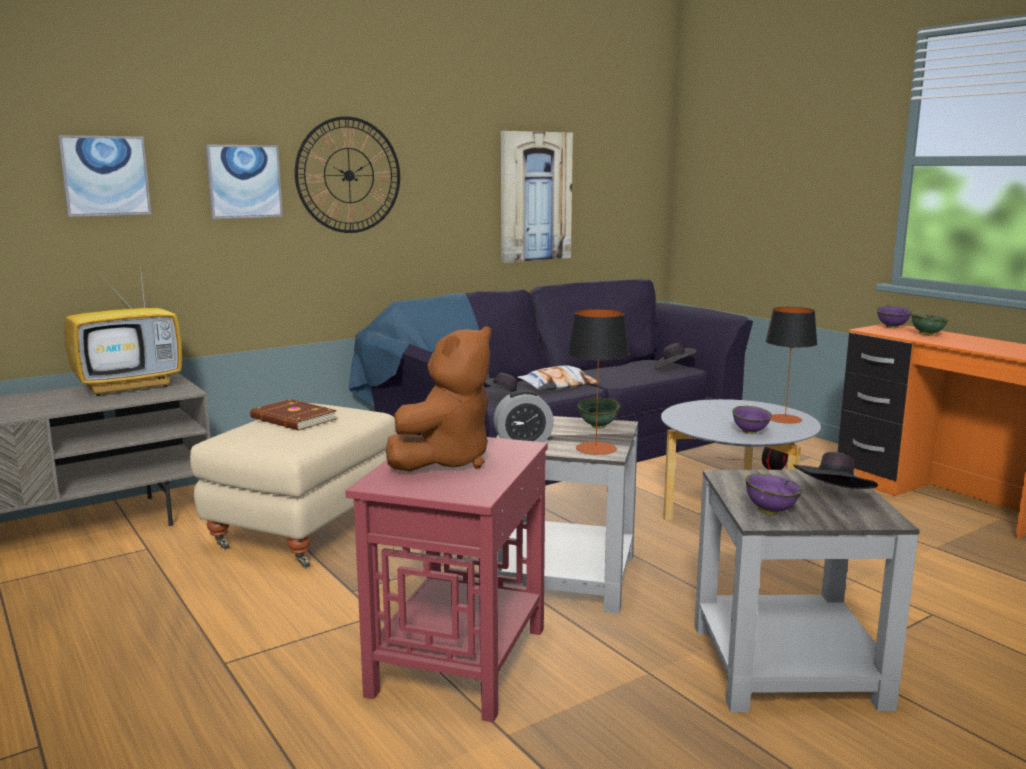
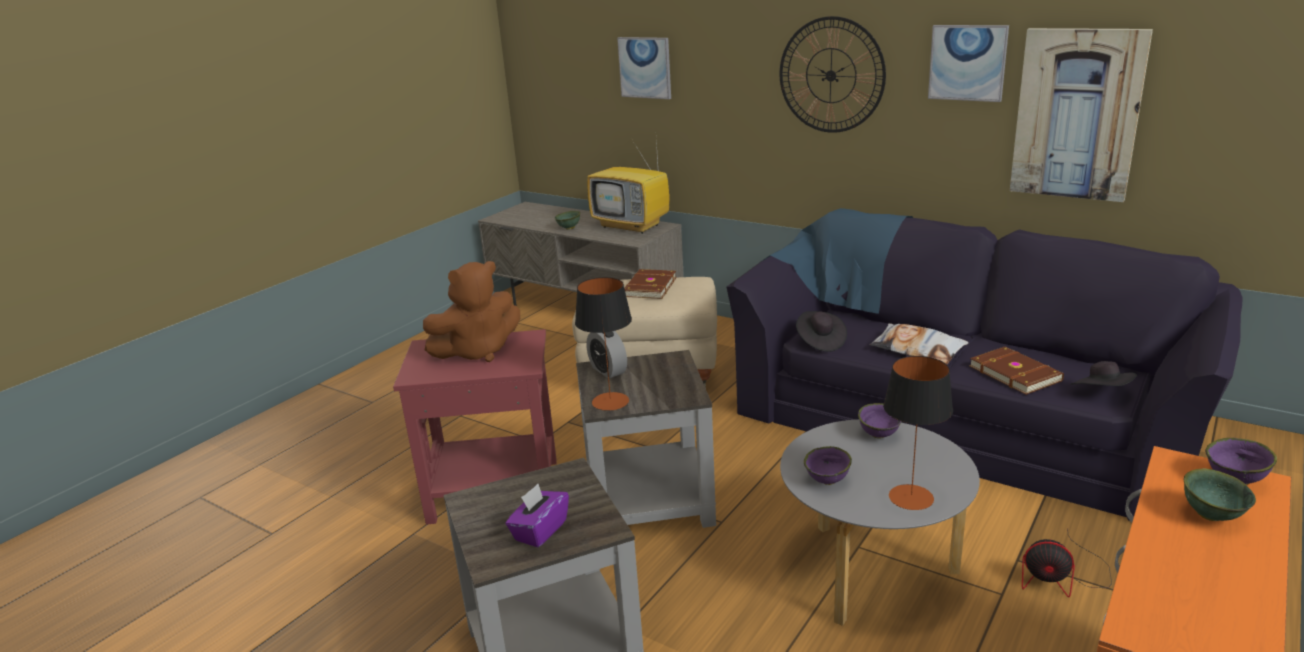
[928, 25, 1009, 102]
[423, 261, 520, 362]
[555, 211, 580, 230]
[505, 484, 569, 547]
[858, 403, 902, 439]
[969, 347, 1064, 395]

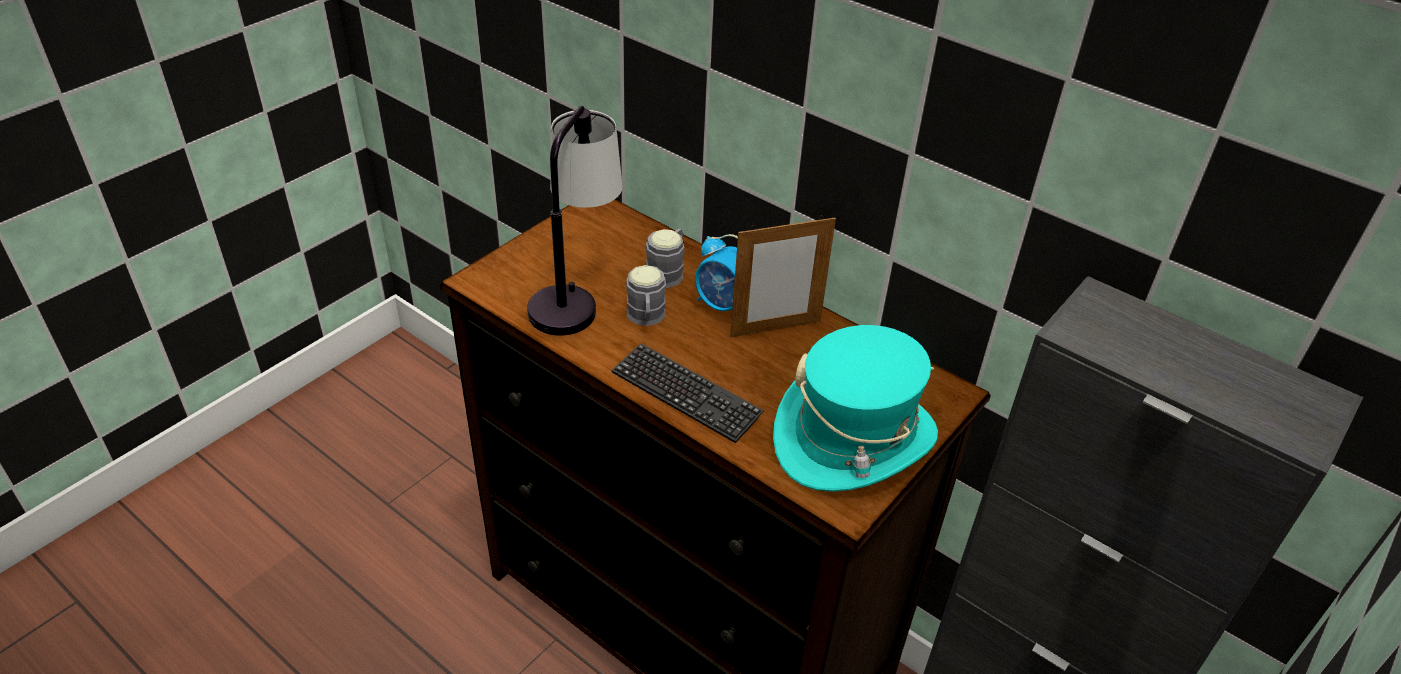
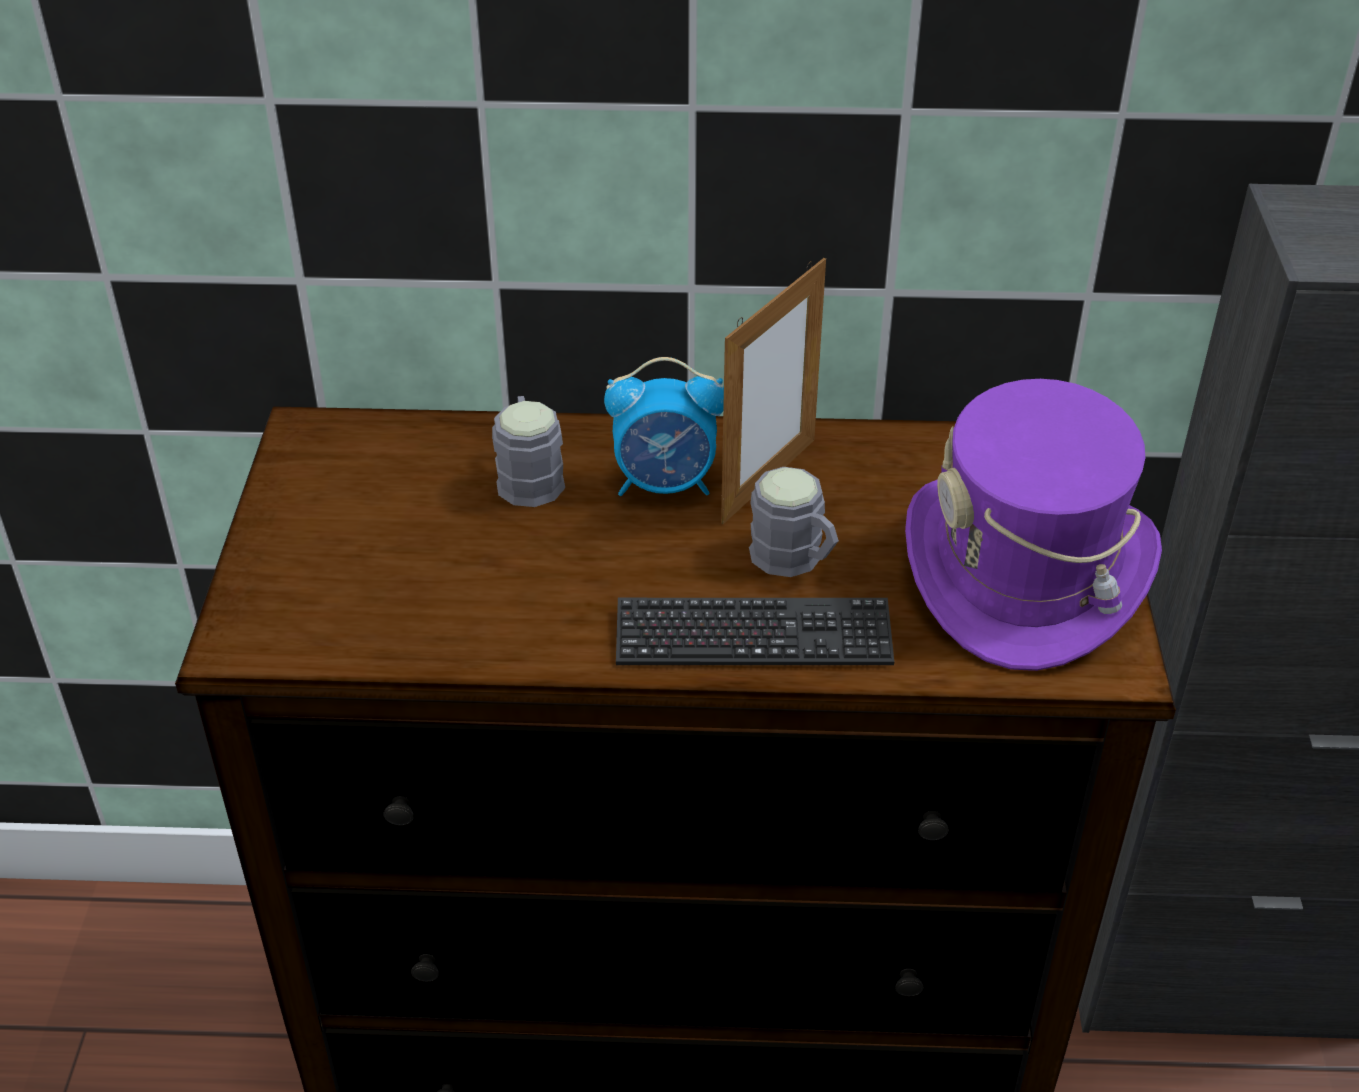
[527, 106, 623, 336] (first image)
[749, 467, 839, 577]
[905, 379, 1162, 671]

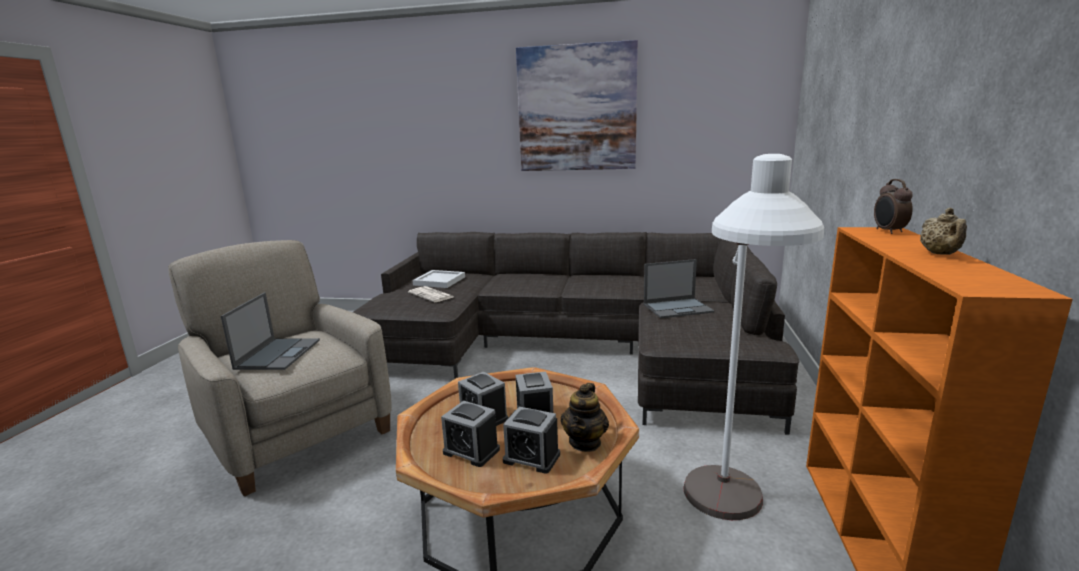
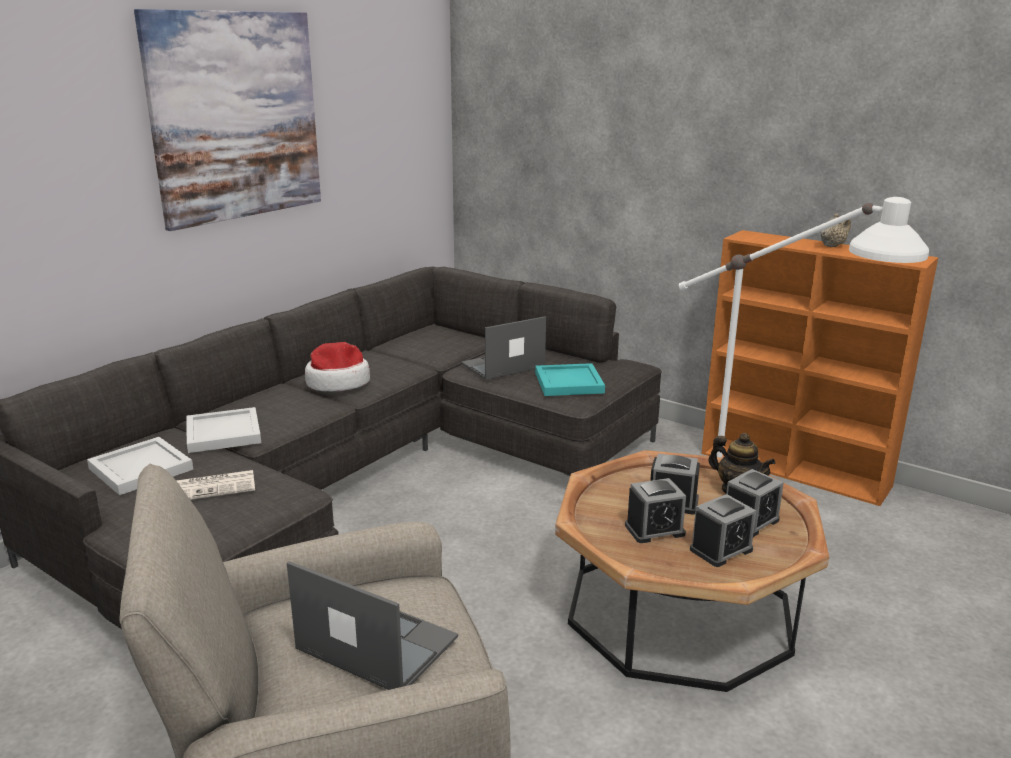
[874, 179, 913, 234] (first image)
[820, 213, 851, 247]
[461, 316, 546, 380]
[305, 342, 370, 391]
[535, 363, 605, 396]
[186, 407, 261, 453]

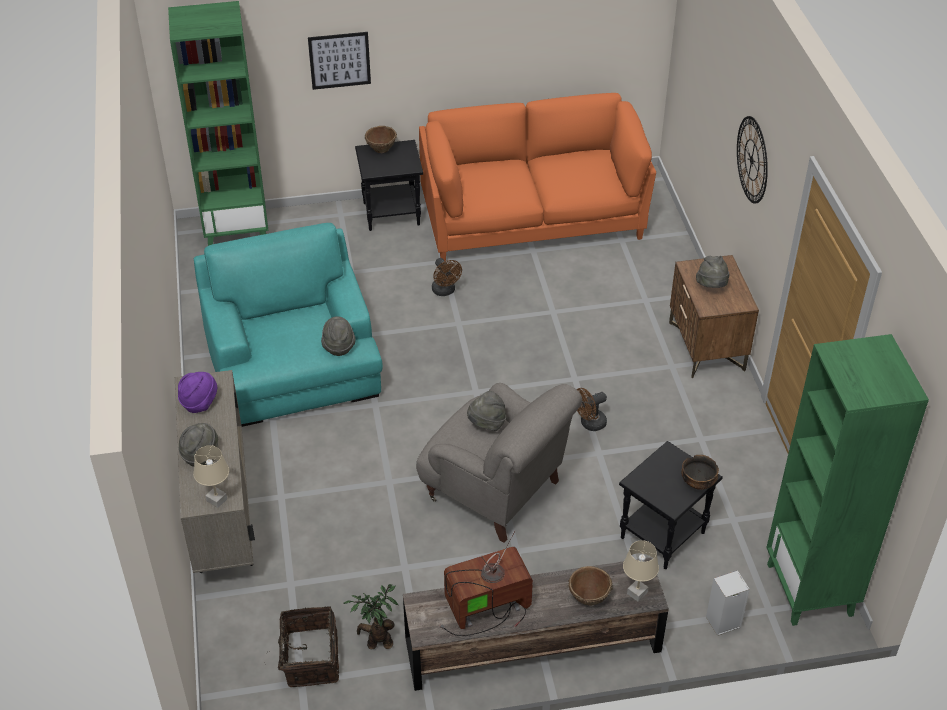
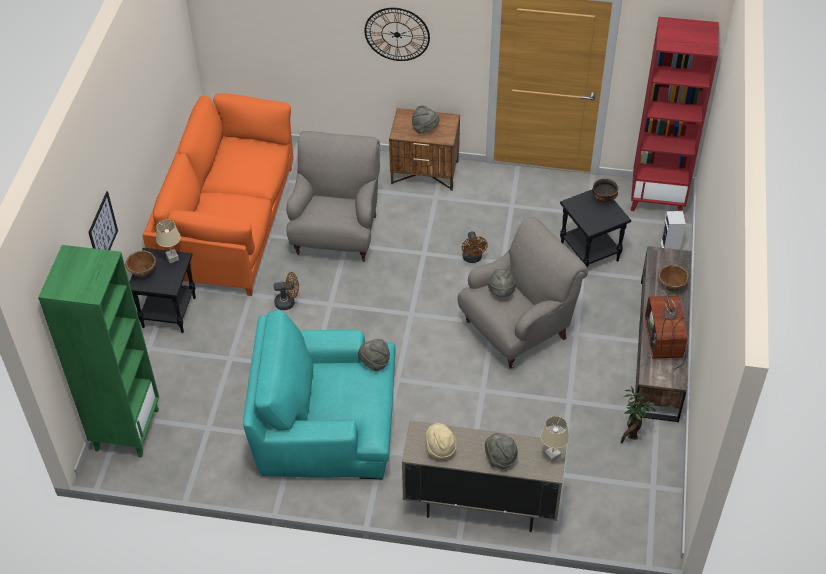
[631, 17, 719, 211]
[425, 423, 457, 460]
[156, 219, 181, 263]
[266, 606, 339, 687] (first image)
[286, 131, 380, 262]

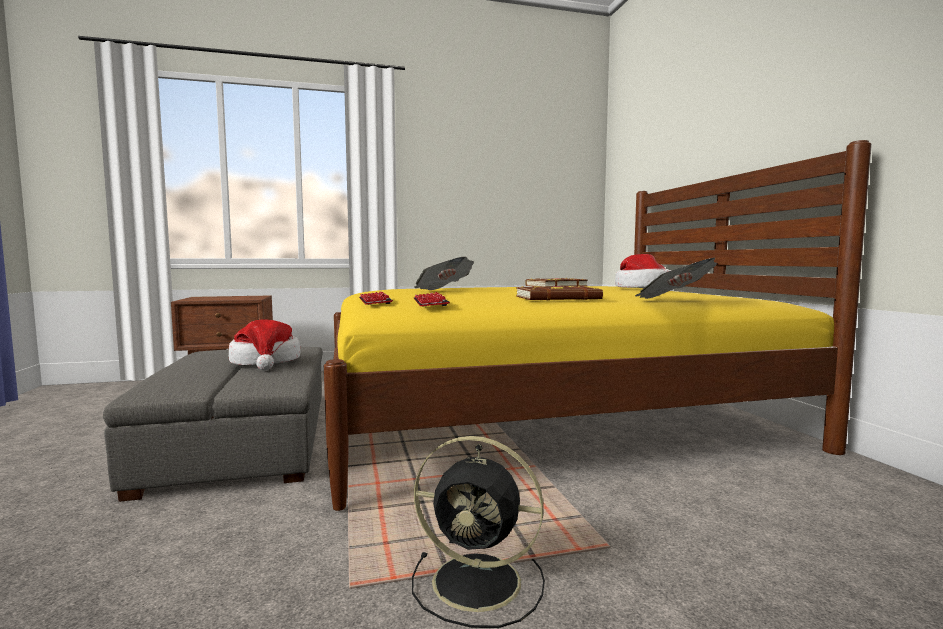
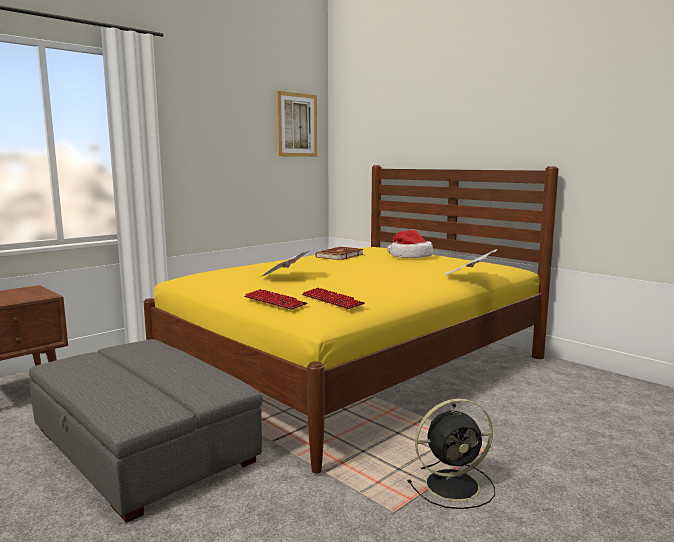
[516, 286, 603, 300] (first image)
[229, 319, 300, 371] (first image)
[277, 91, 317, 157]

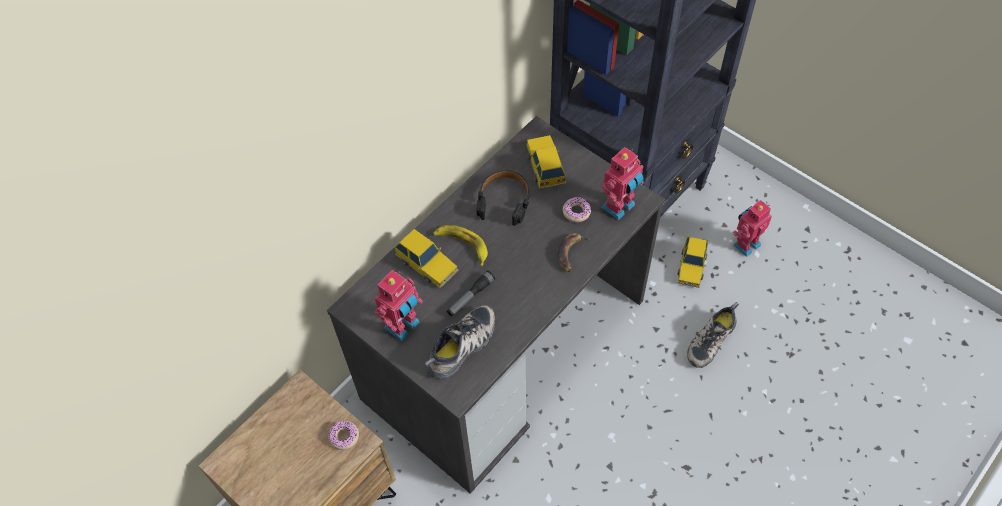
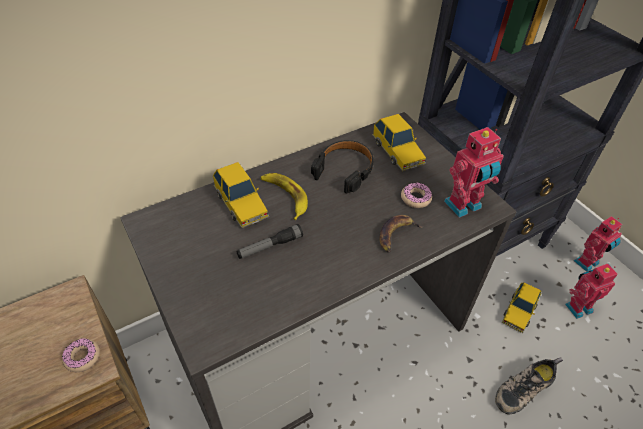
[372, 114, 426, 171]
[573, 216, 622, 272]
[425, 305, 495, 379] (first image)

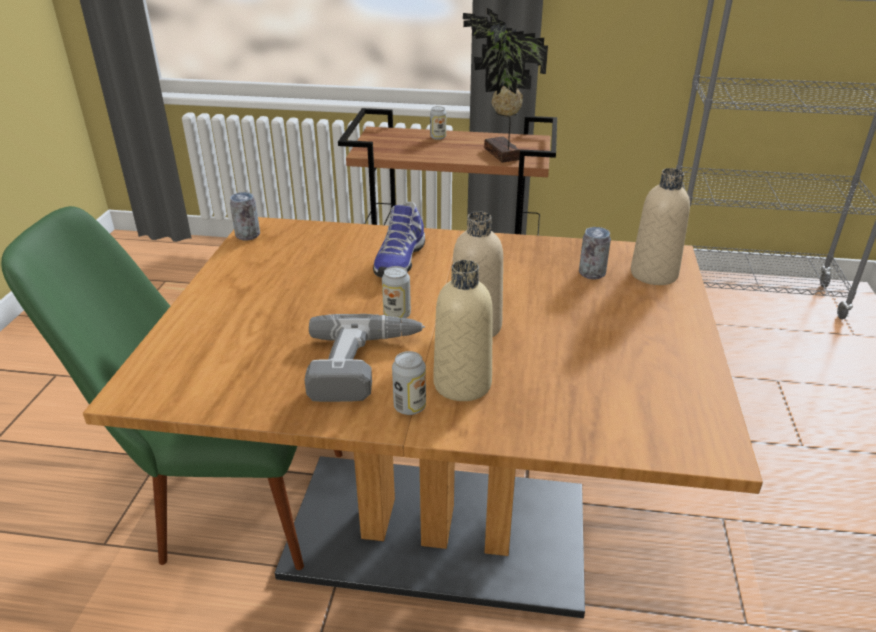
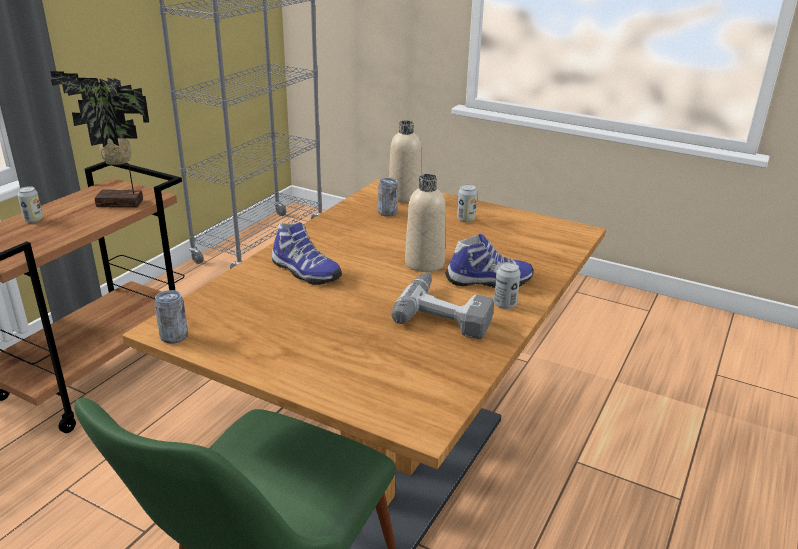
[445, 234, 533, 288]
[457, 184, 478, 222]

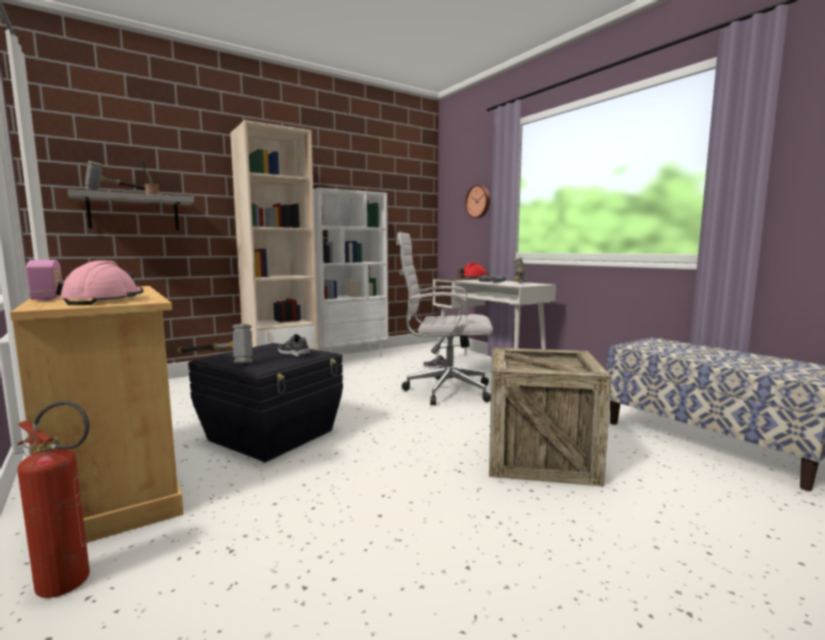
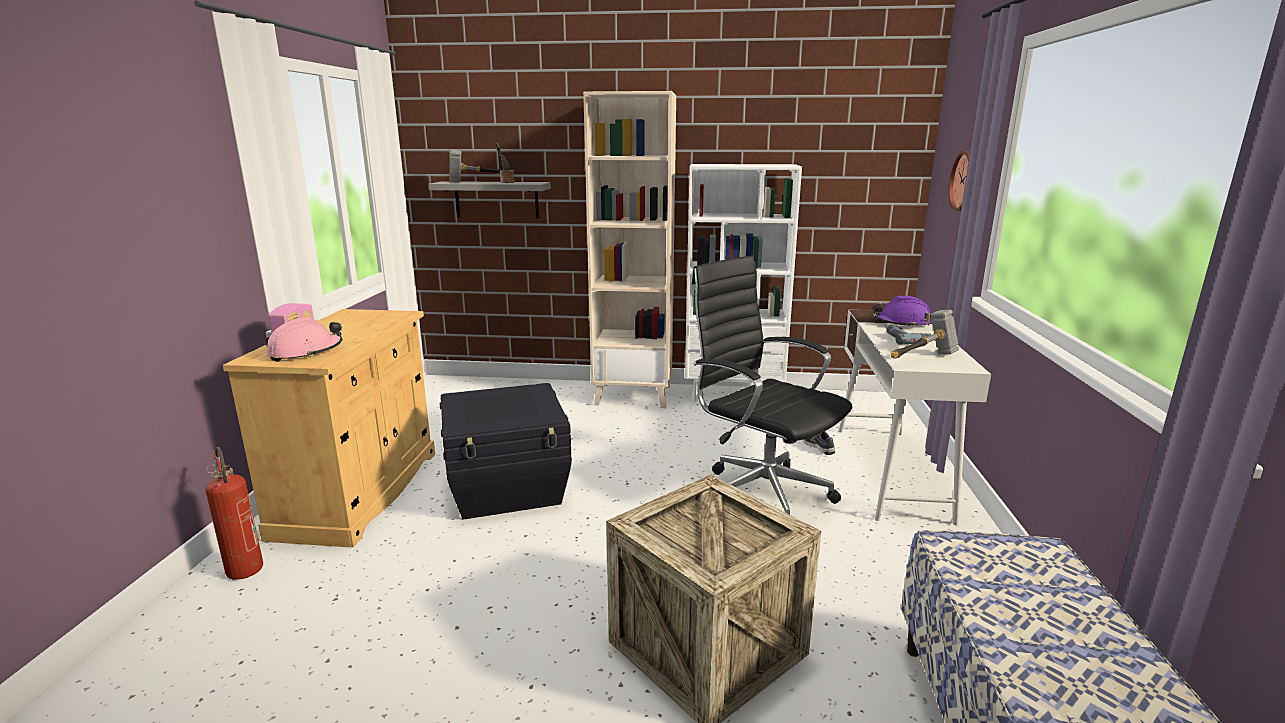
[692, 255, 852, 515]
[873, 296, 932, 328]
[177, 324, 253, 364] (first image)
[278, 334, 311, 357] (first image)

